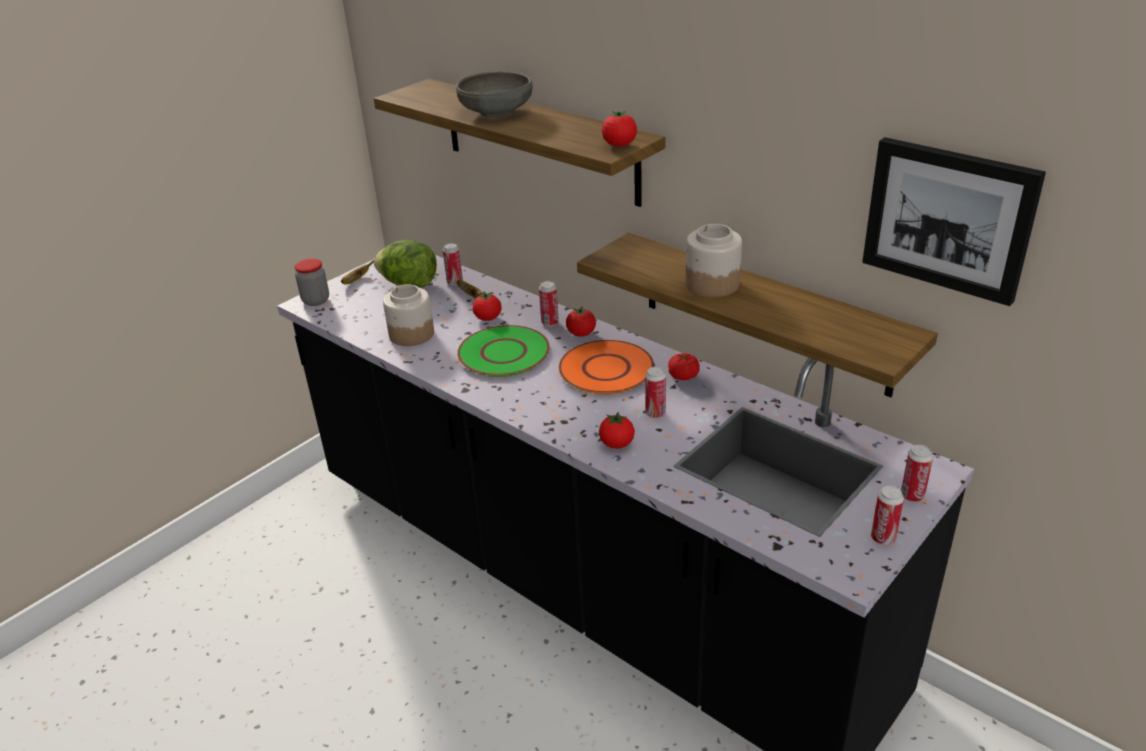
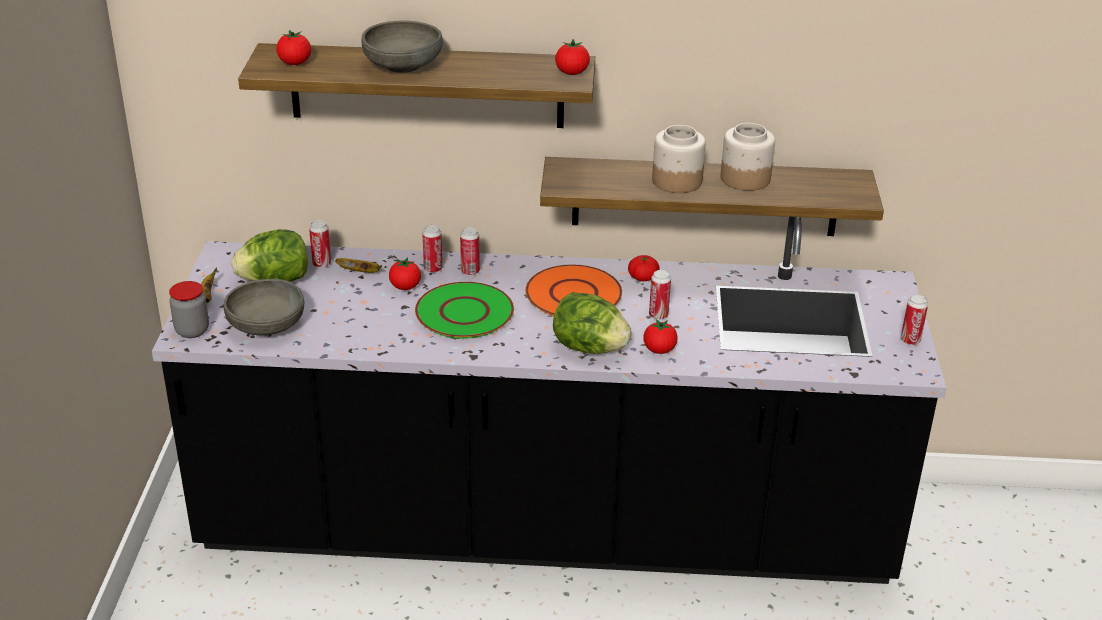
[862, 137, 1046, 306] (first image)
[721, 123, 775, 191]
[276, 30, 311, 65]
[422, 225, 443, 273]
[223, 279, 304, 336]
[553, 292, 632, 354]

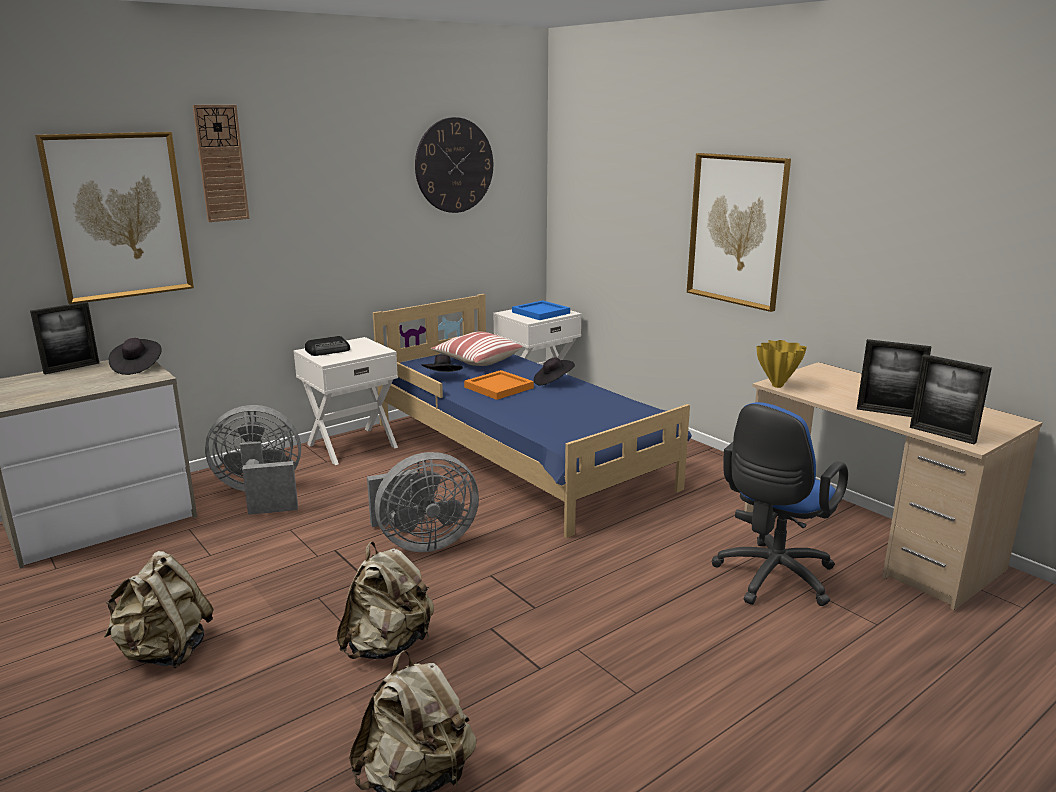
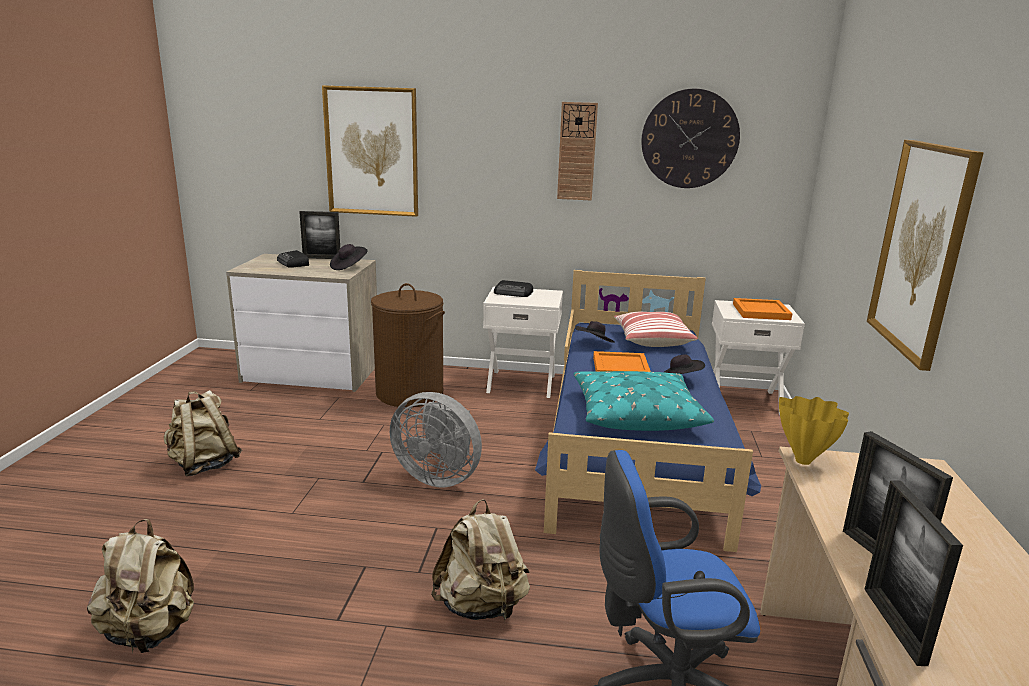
[557, 102, 598, 201]
[733, 298, 792, 320]
[371, 283, 445, 407]
[431, 499, 530, 620]
[277, 250, 309, 268]
[574, 371, 714, 431]

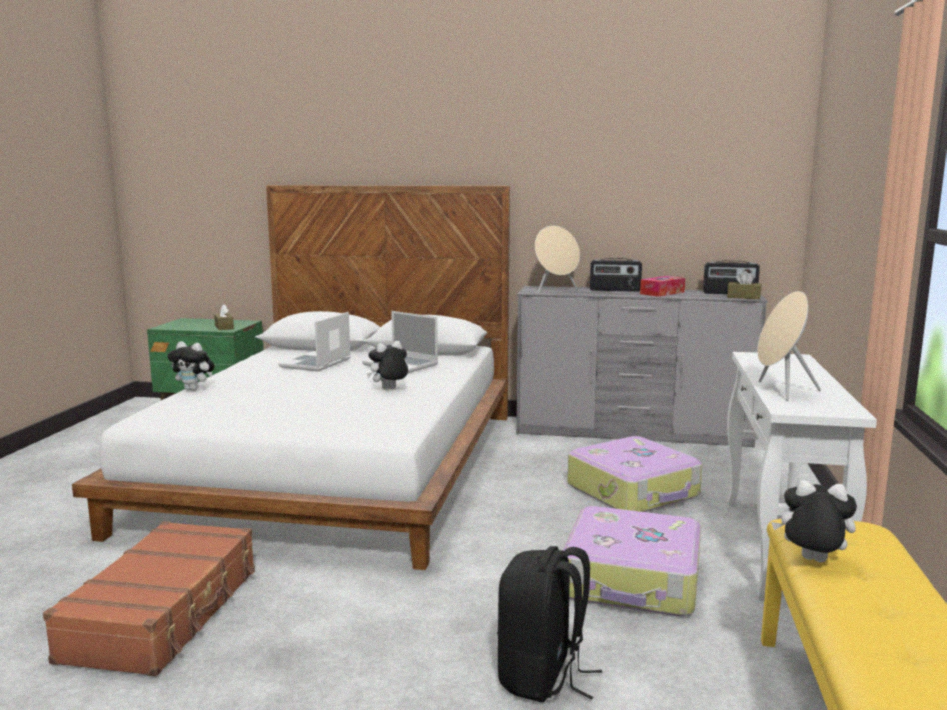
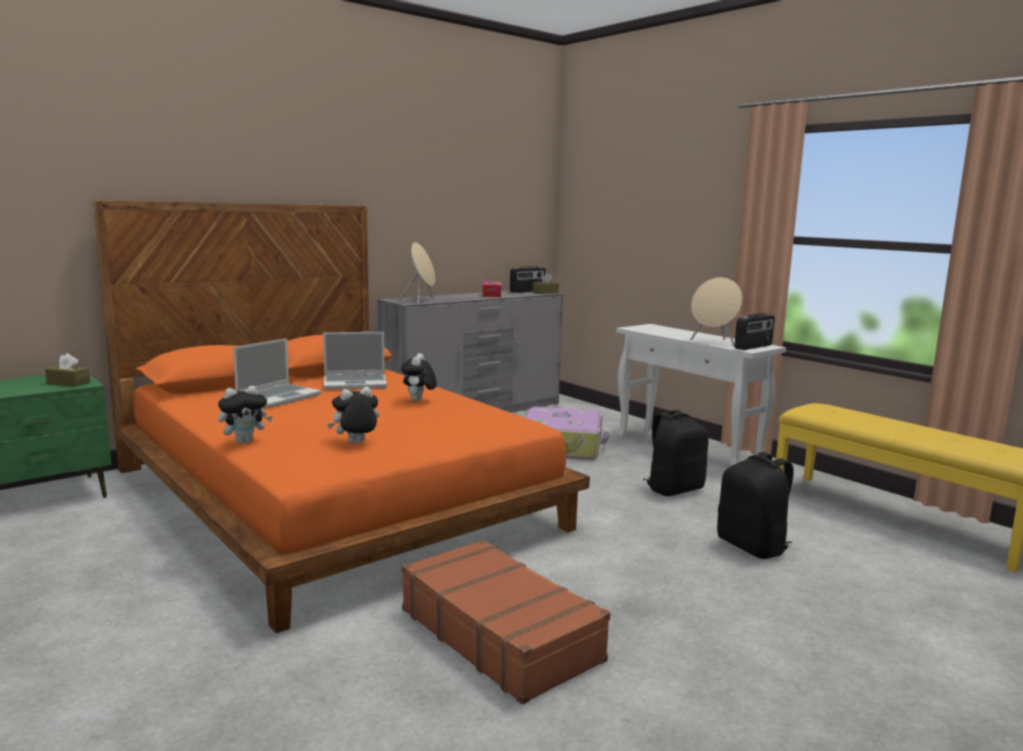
[93, 200, 590, 633]
[734, 313, 775, 350]
[233, 338, 321, 408]
[327, 387, 379, 444]
[643, 410, 709, 496]

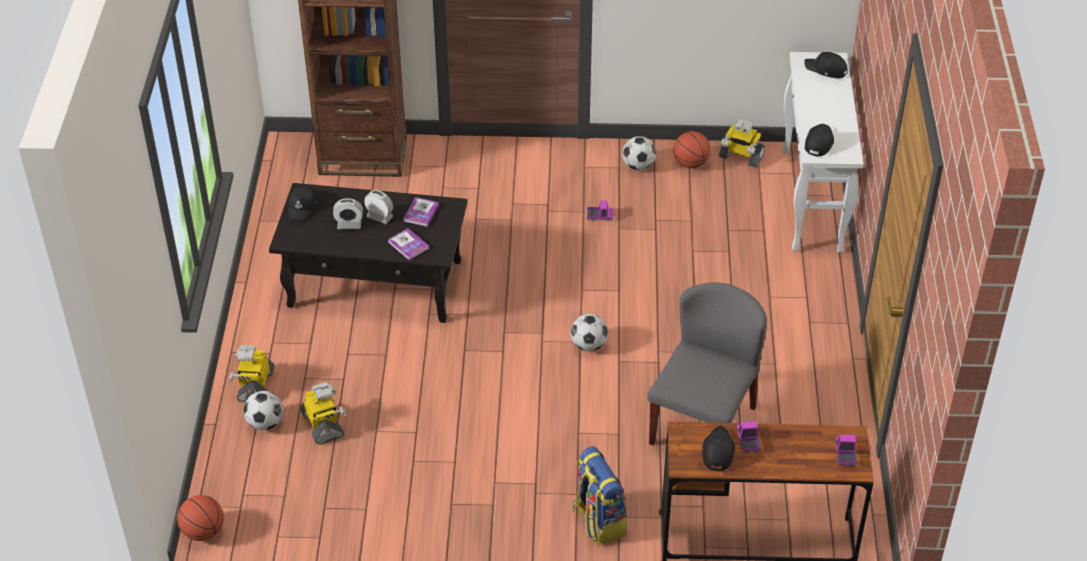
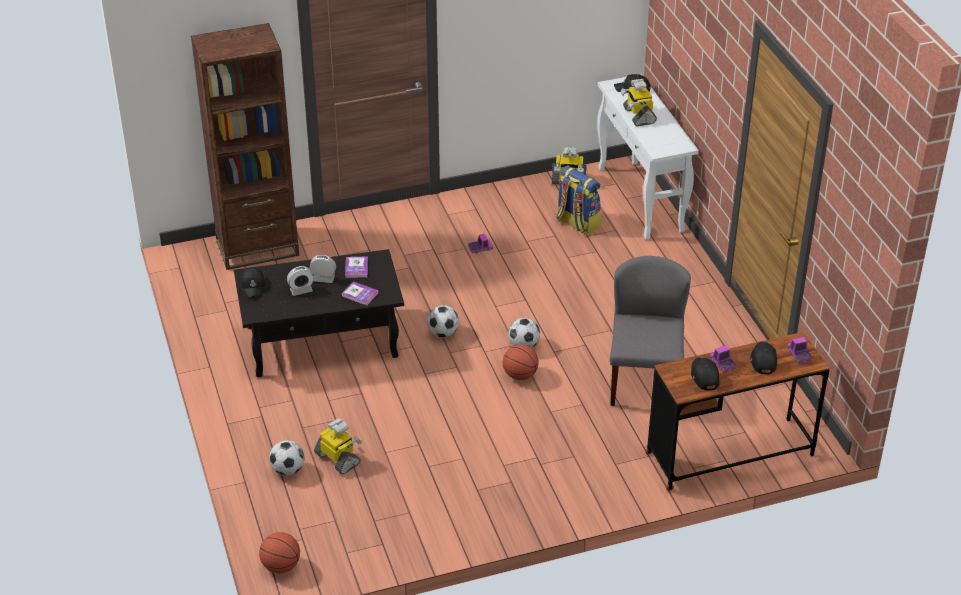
[750, 342, 777, 375]
[503, 344, 539, 380]
[427, 305, 459, 337]
[621, 79, 657, 126]
[556, 165, 601, 235]

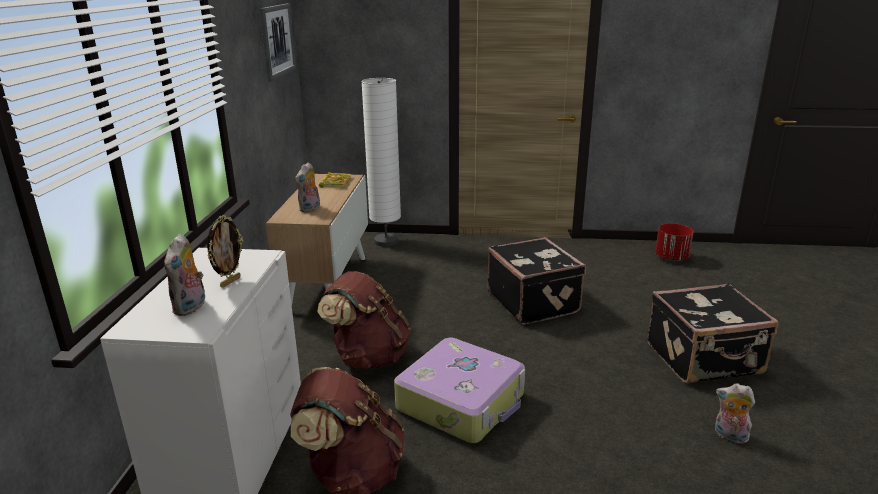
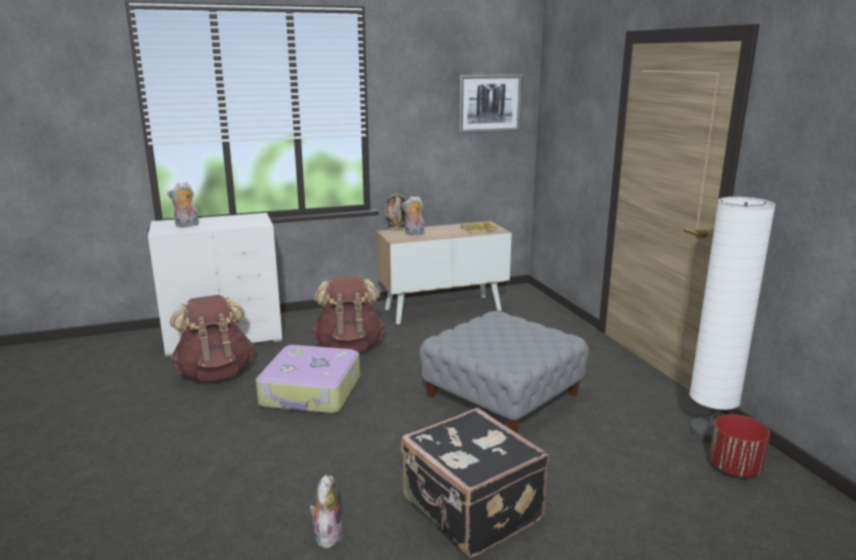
[690, 197, 776, 442]
[384, 193, 406, 230]
[419, 311, 589, 433]

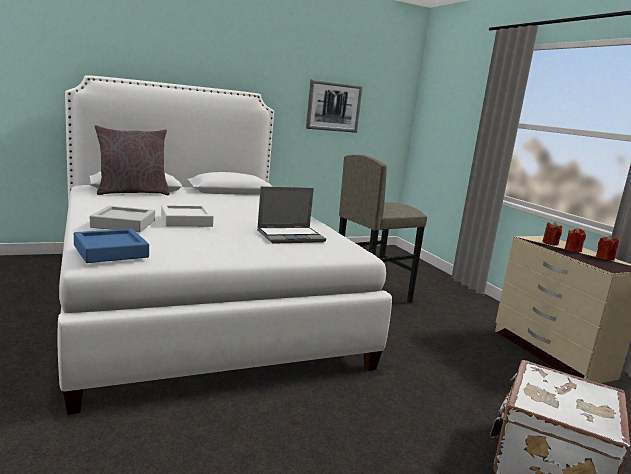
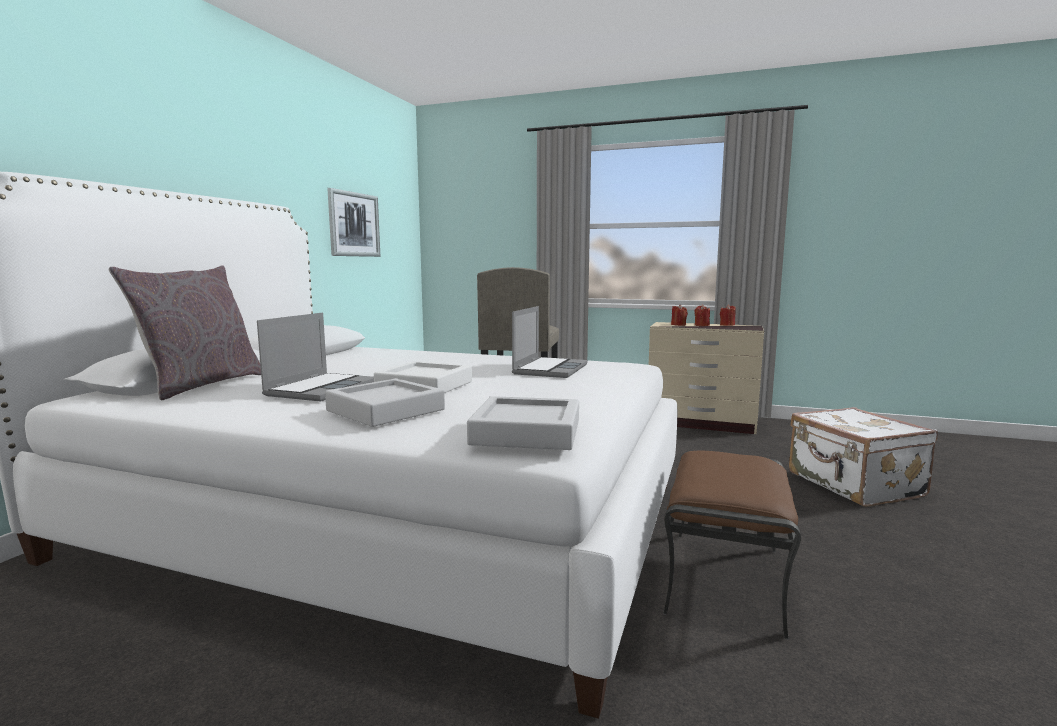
[467, 396, 579, 450]
[257, 313, 374, 402]
[663, 451, 801, 639]

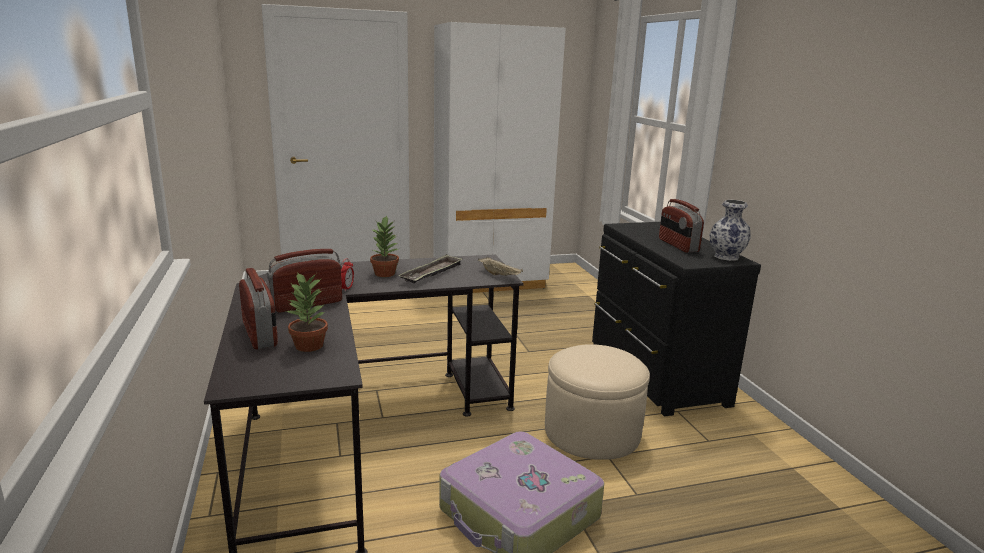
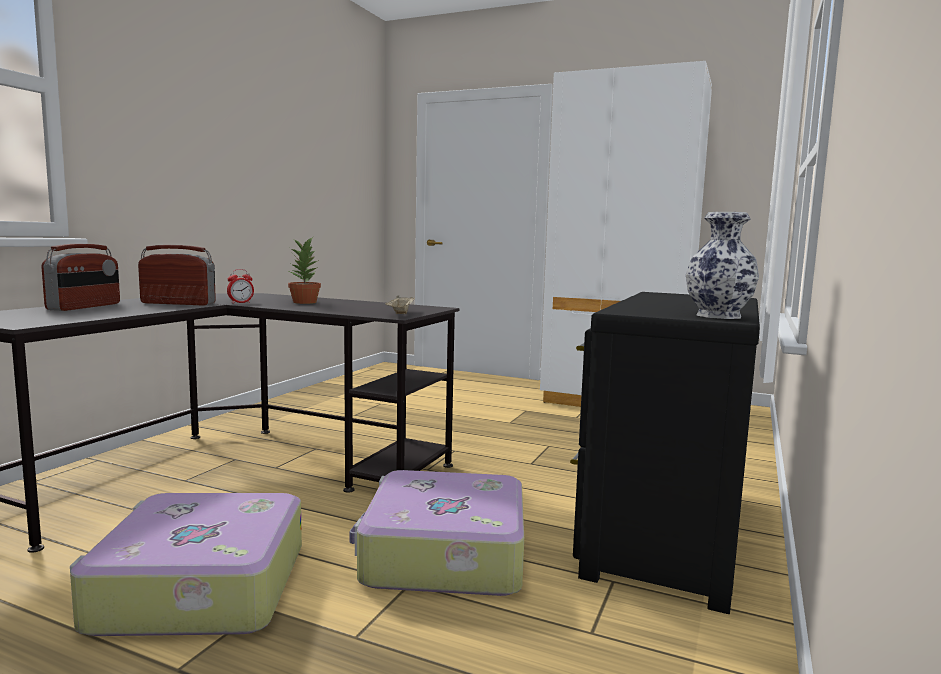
[659, 199, 704, 253] (first image)
[398, 254, 463, 284] (first image)
[286, 272, 328, 352] (first image)
[350, 470, 524, 596]

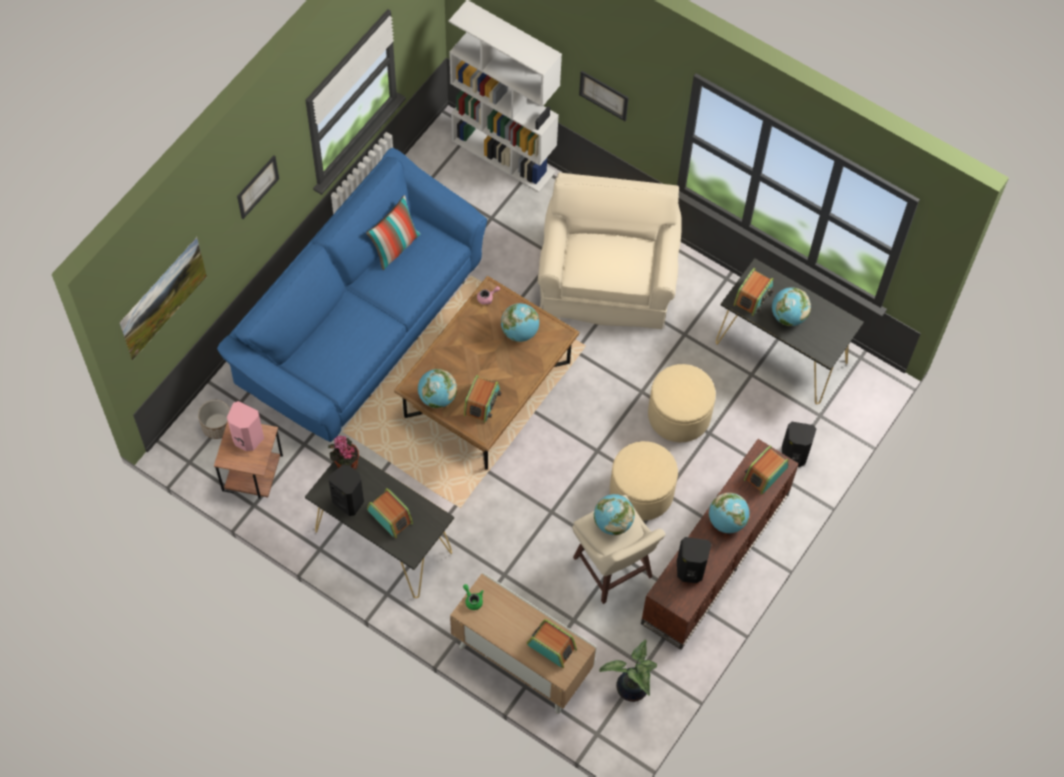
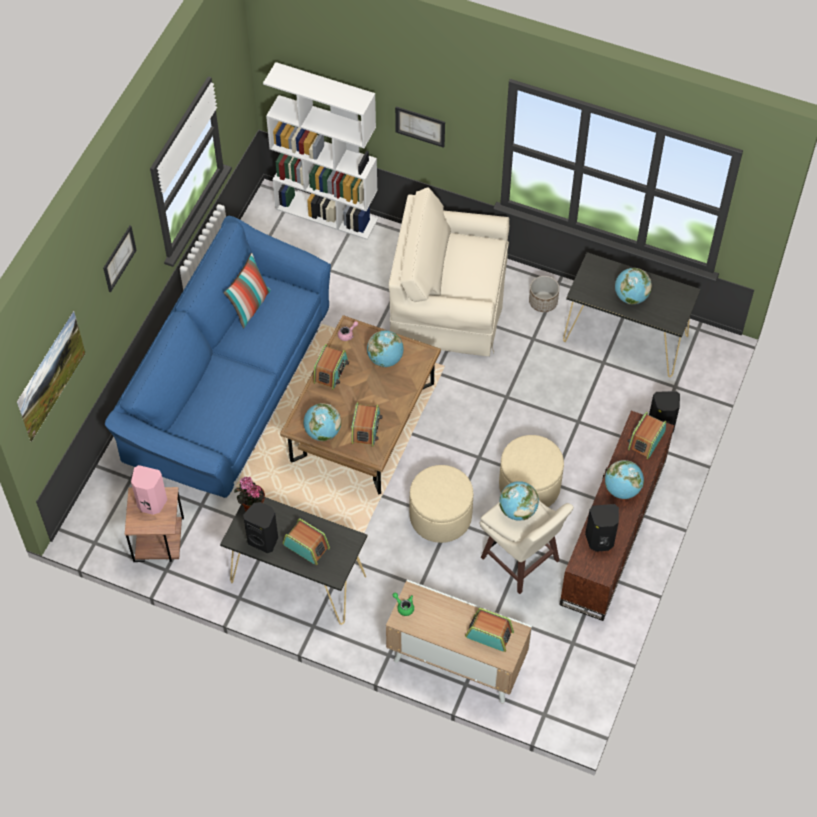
[389, 187, 509, 356]
[313, 344, 349, 390]
[410, 465, 474, 543]
[529, 276, 560, 312]
[599, 639, 657, 702] (first image)

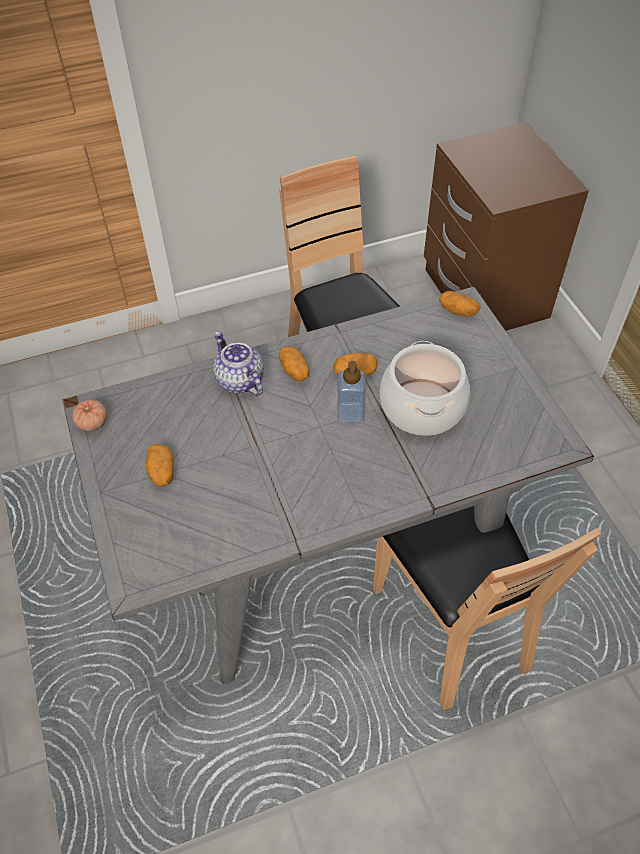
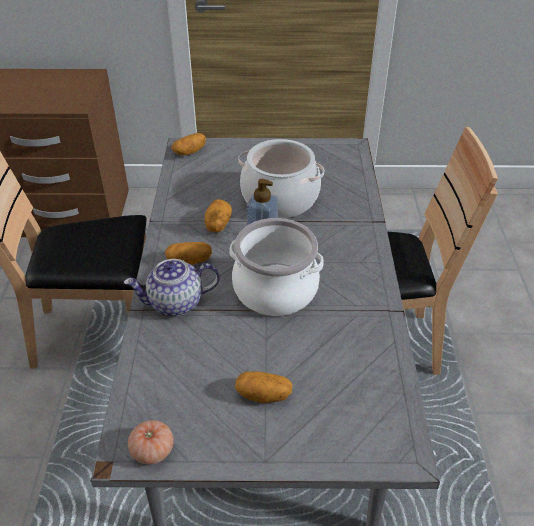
[229, 218, 324, 316]

